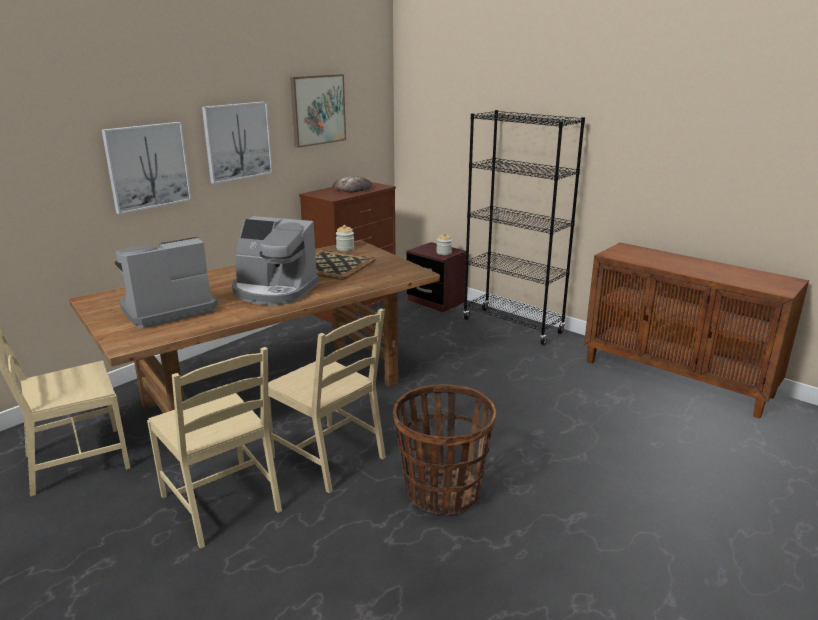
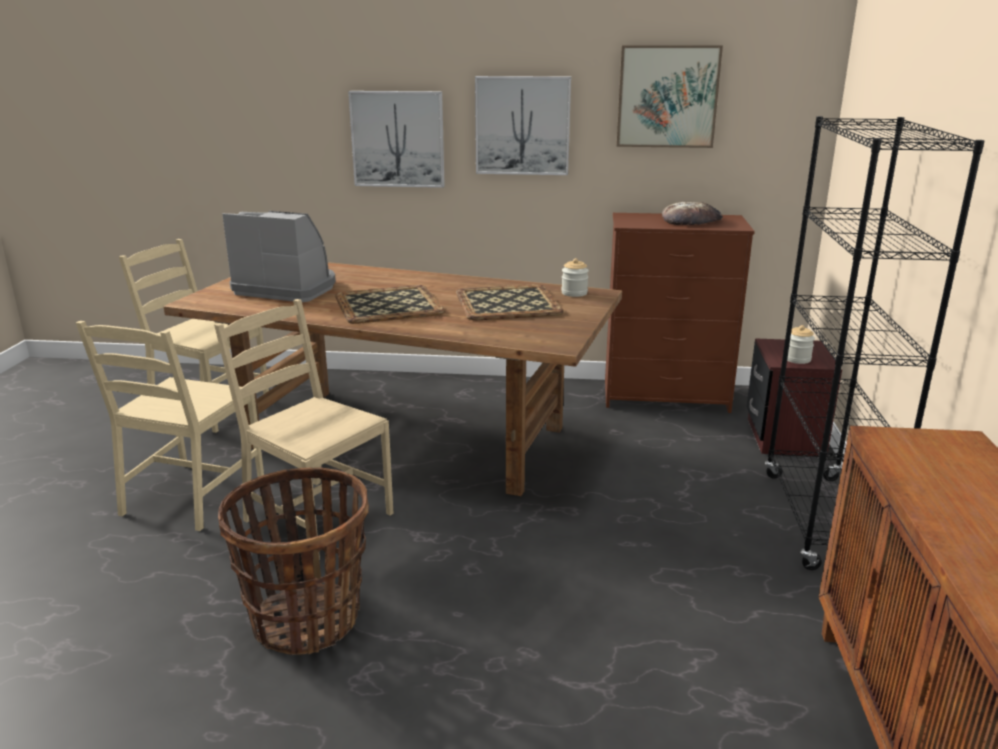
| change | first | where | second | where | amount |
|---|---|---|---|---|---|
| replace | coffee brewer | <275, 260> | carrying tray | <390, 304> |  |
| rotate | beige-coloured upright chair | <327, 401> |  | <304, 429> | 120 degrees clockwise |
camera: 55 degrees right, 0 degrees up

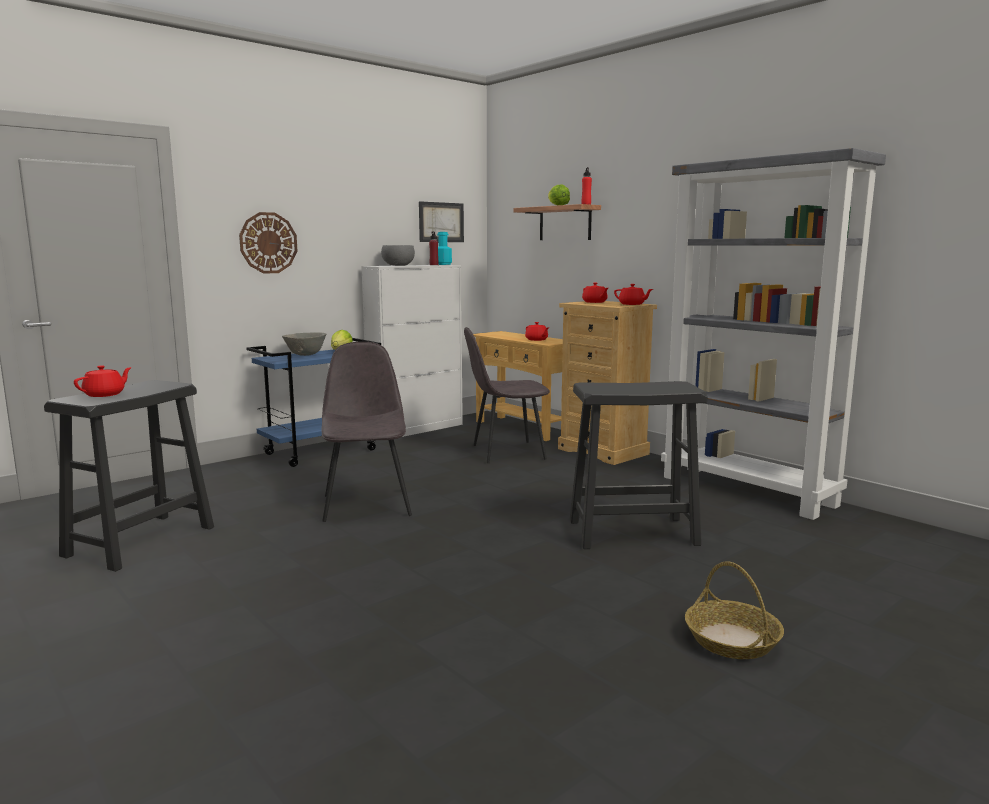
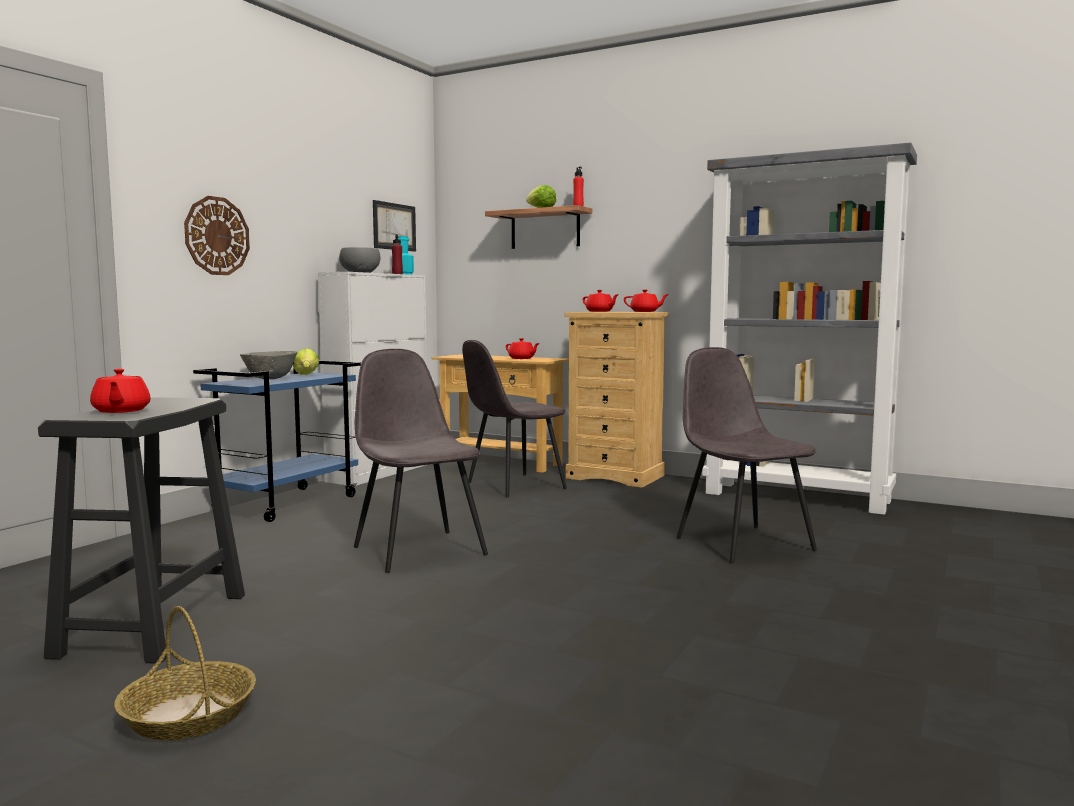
| change | first | where | second | where | amount |
|---|---|---|---|---|---|
| rotate | reddish tea pot | <103, 381> |  | <120, 391> | 150 degrees clockwise |
| replace | black-coloured stool seat | <638, 465> | greyish upright chair | <746, 455> |  |
| move | basket | <734, 610> |  | <185, 673> |  |
camera: 20 degrees left, 5 degrees down

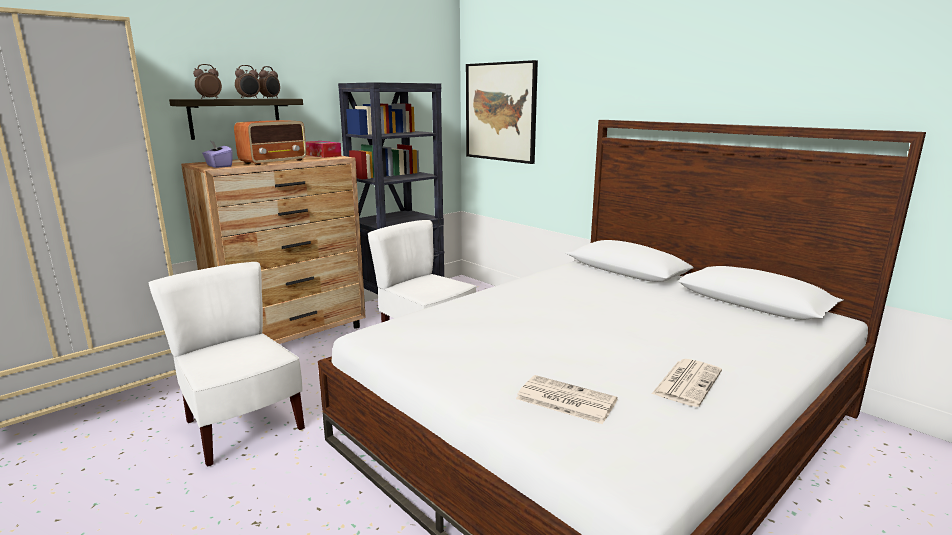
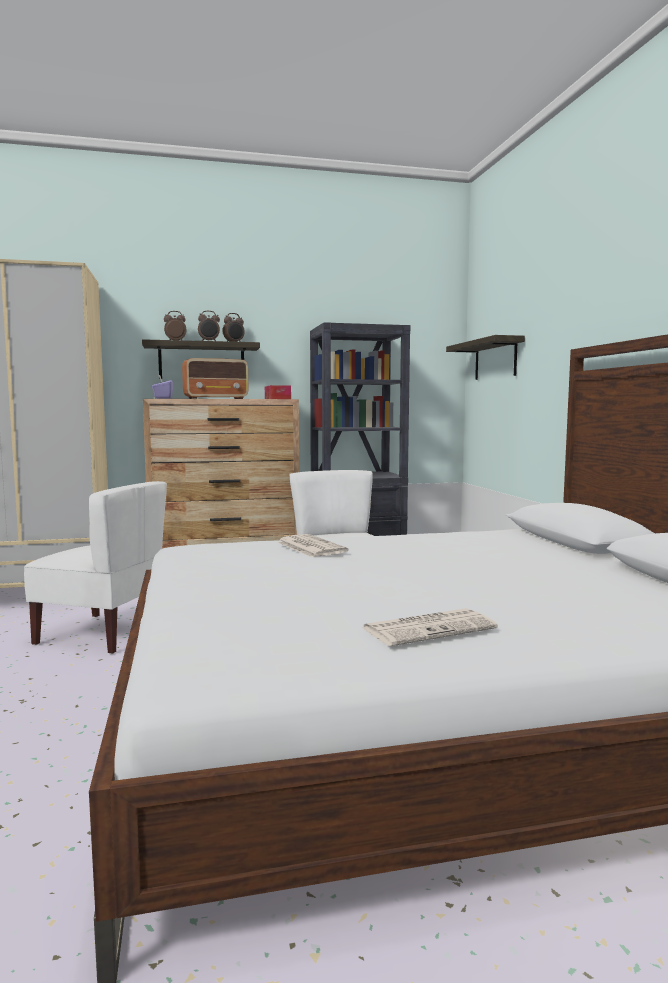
| change | first | where | second | where | amount |
|---|---|---|---|---|---|
| rotate | white-coloured upright chair | <226, 364> |  | <95, 567> | 120 degrees clockwise |
| replace | picture | <502, 112> | shelf | <485, 357> |  |
| move | newspaper | <567, 399> |  | <312, 545> |  |
camera: 30 degrees right, 10 degrees down

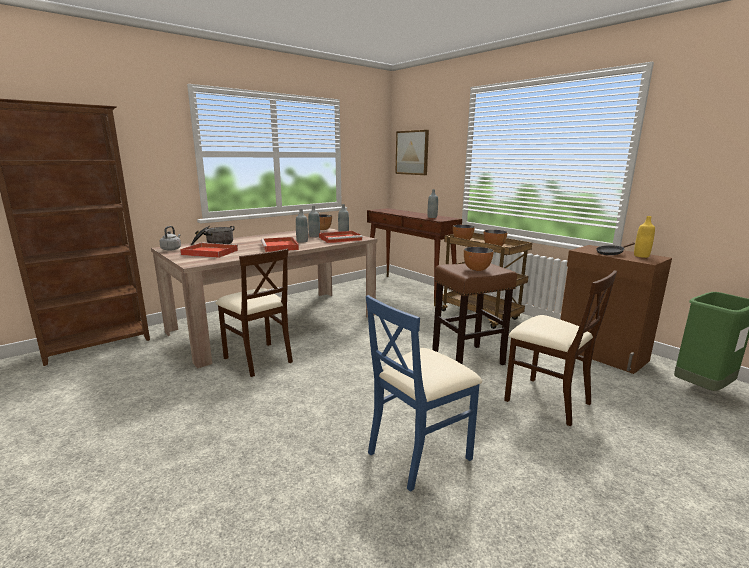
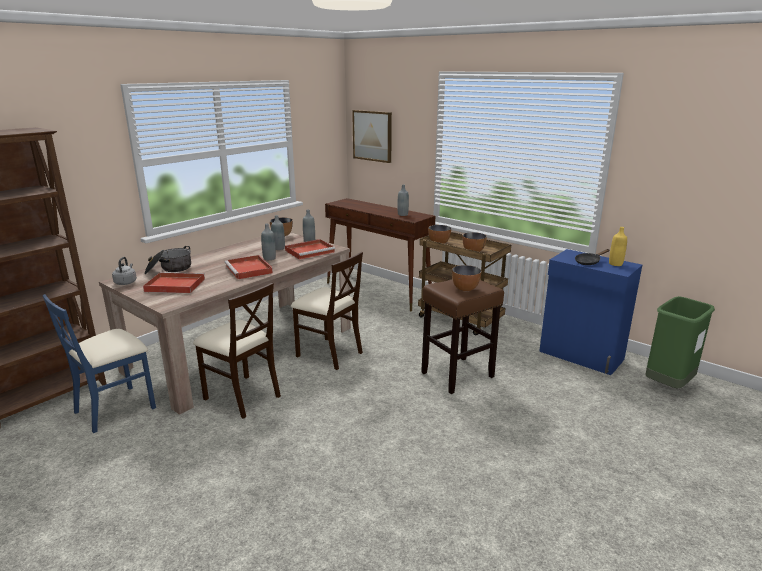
| change | first | where | second | where | amount |
|---|---|---|---|---|---|
| move | bluish upright chair | <424, 393> |  | <99, 363> |  |
| move | beige-coloured upright chair | <560, 348> |  | <327, 311> |  |
| recolor | brown-coloured cupboard | <616, 309> | bluish cupboard | <590, 312> |  |
camera: 10 degrees left, 5 degrees up

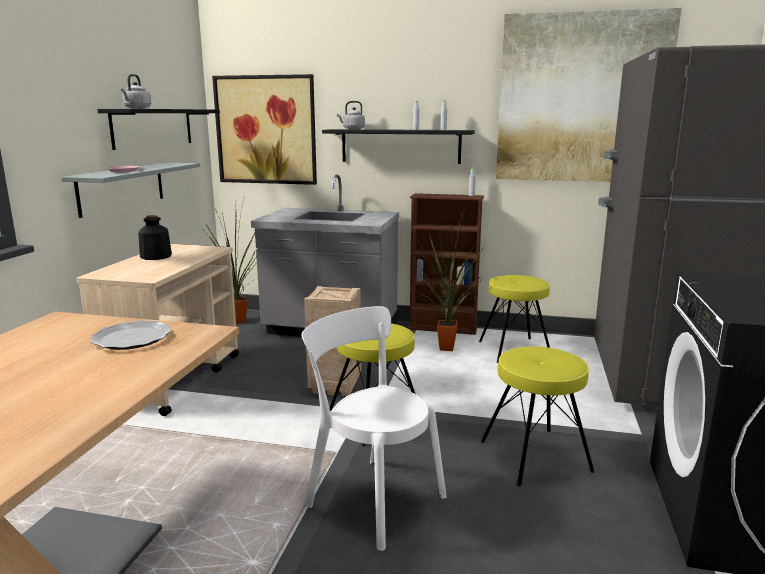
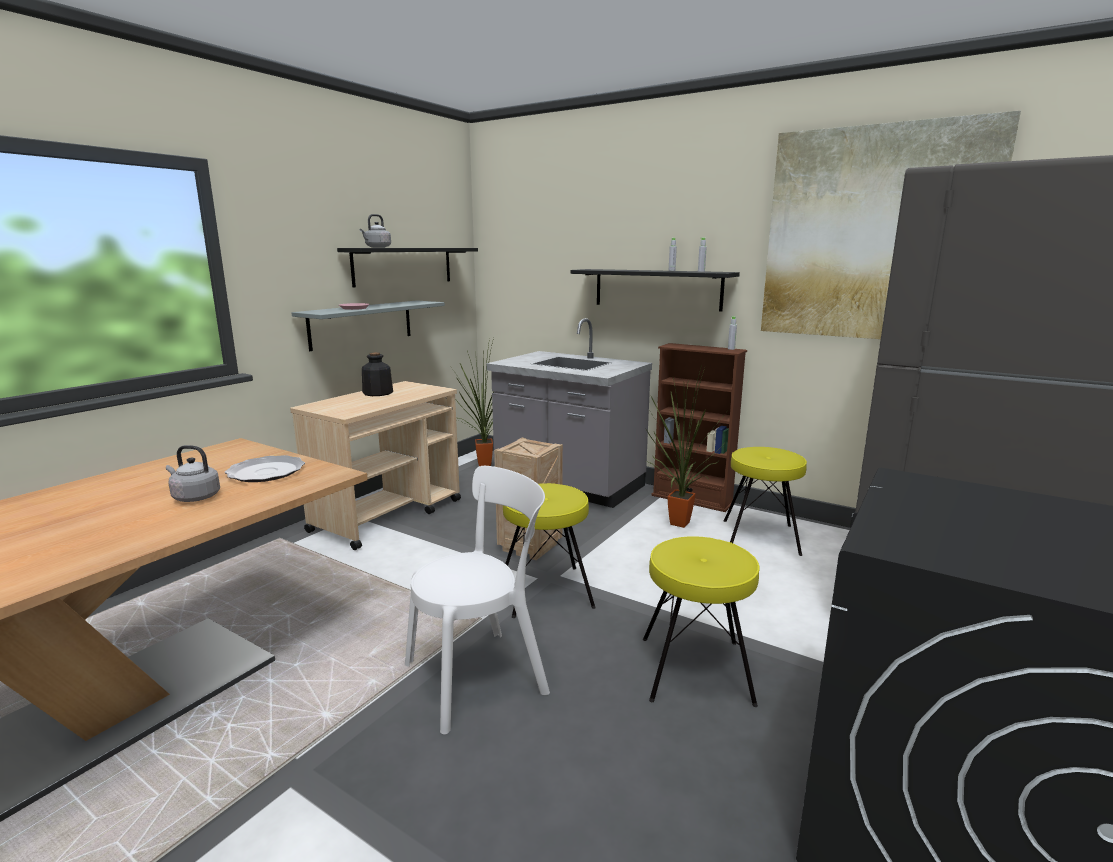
| change | first | where | second | where | amount |
|---|---|---|---|---|---|
| delete | picture | <264, 129> |  |  |  |
| rotate | white-coloured upright chair | <374, 428> |  | <477, 600> | 90 degrees clockwise |
| move | greyish tea kettle | <351, 115> |  | <193, 473> |  |
camera: 20 degrees right, 0 degrees up

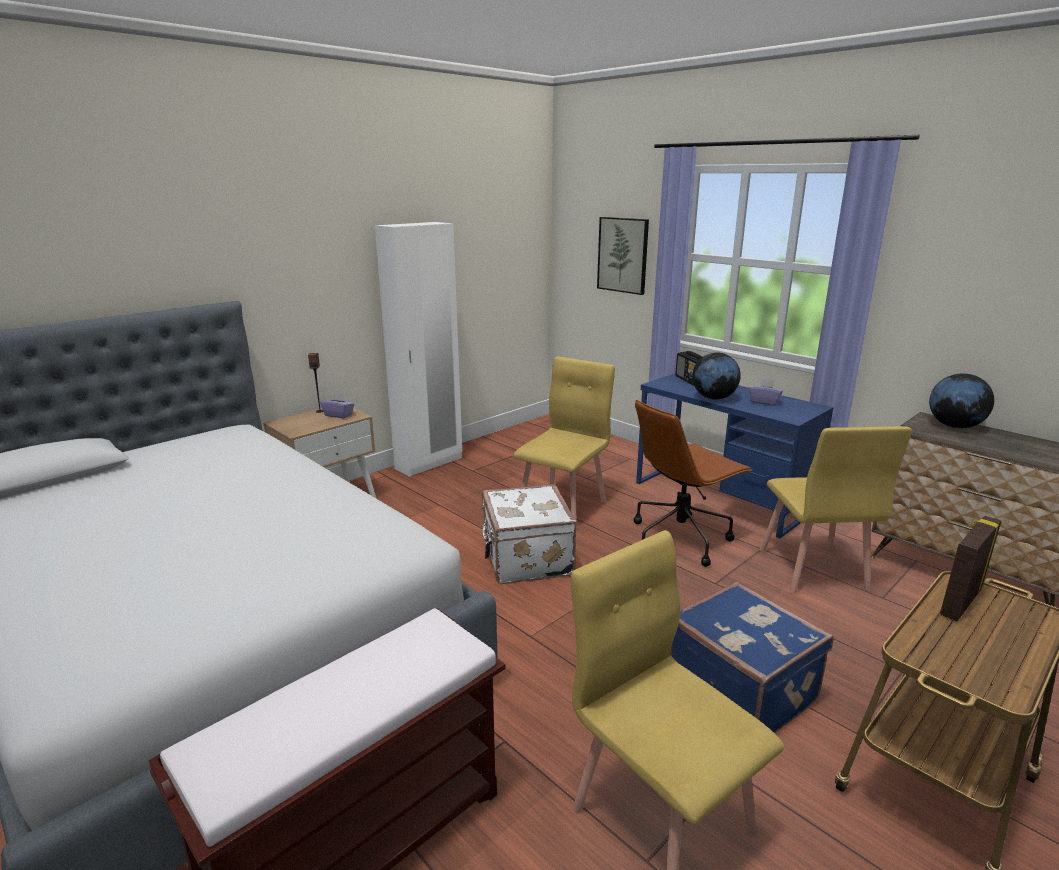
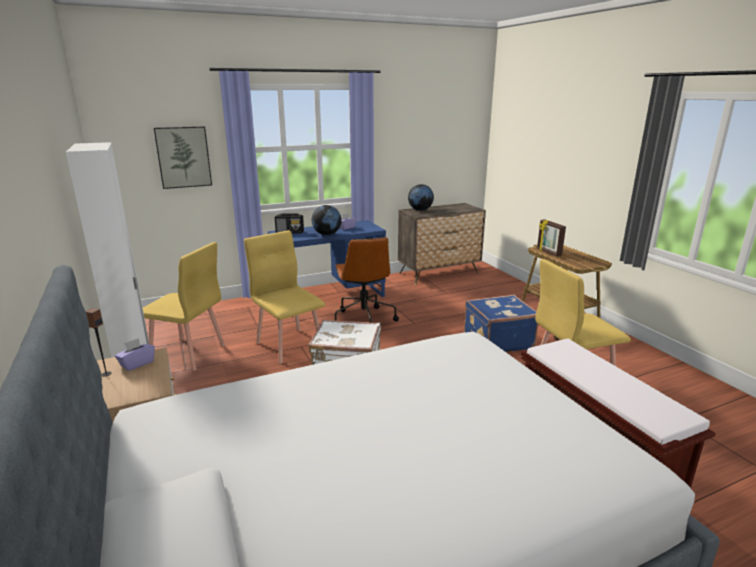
| change | first | where | second | where | amount |
|---|---|---|---|---|---|
| move | yellow upright chair | <836, 510> |  | <184, 306> |  |
camera: 70 degrees left, 0 degrees up

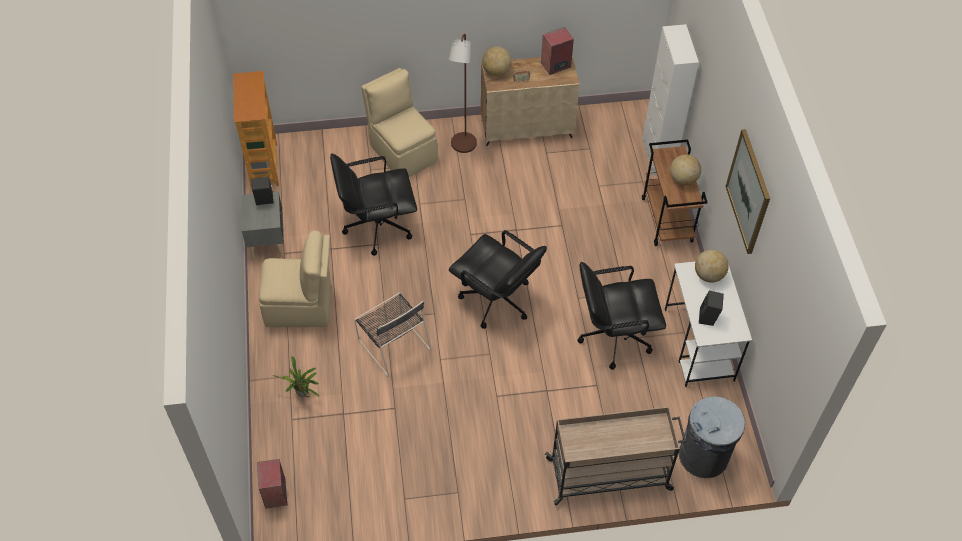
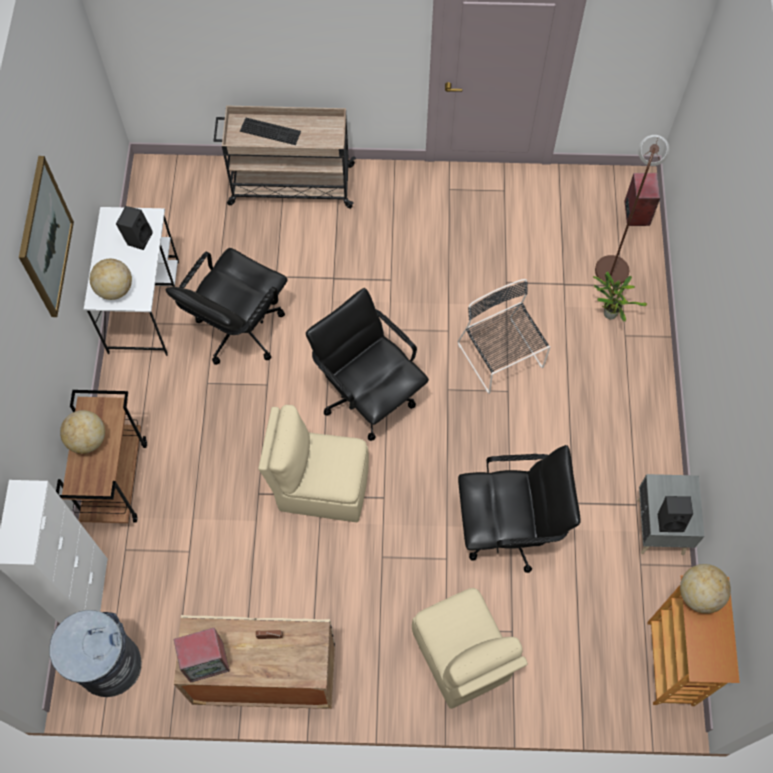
| change | first | where | second | where | amount |
|---|---|---|---|---|---|
| move | beige-coloured upright chair | <295, 279> |  | <313, 463> |  |
| move | brown-coloured standing lamp | <462, 93> |  | <632, 210> |  |
| move | globe | <496, 61> |  | <705, 588> |  |
| rotate | black-coloured office chair | <622, 316> |  | <227, 306> | 120 degrees clockwise |
| move | greyish rubbish bin | <712, 437> |  | <95, 653> |  |
| insert |  |  | keyboard | <270, 131> |  |
camera: 170 degrees left, 10 degrees up

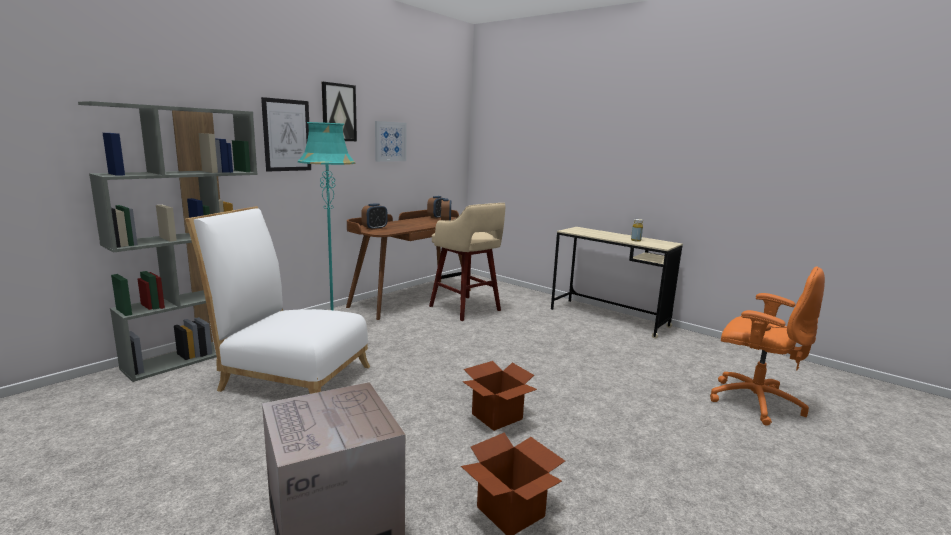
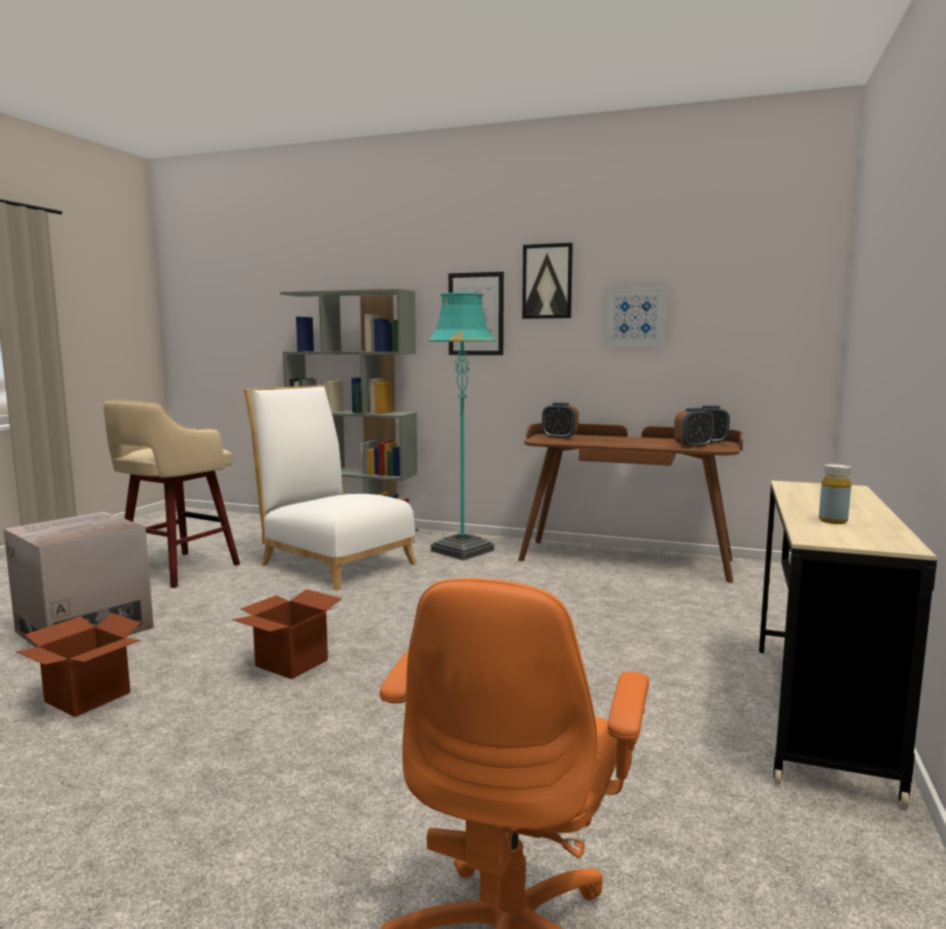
| change | first | where | second | where | amount |
|---|---|---|---|---|---|
| rotate | white-coloured upright chair | <277, 300> |  | <330, 488> | 45 degrees counterclockwise |
| move | beige-coloured stool seat | <467, 262> |  | <172, 494> |  |
camera: 70 degrees right, 5 degrees down

